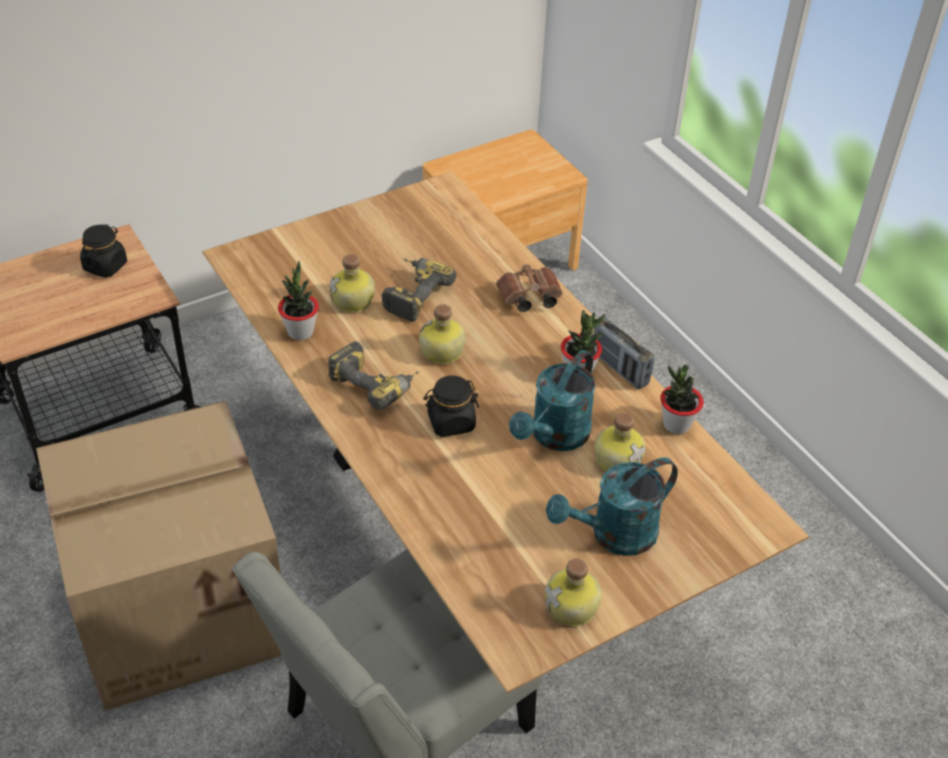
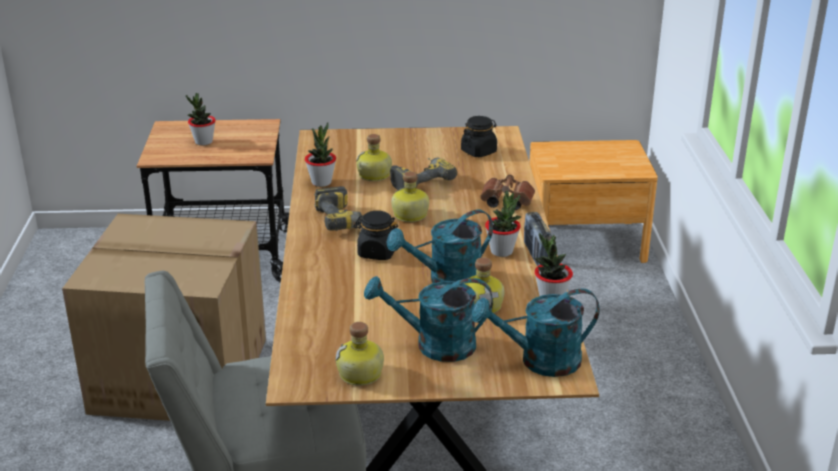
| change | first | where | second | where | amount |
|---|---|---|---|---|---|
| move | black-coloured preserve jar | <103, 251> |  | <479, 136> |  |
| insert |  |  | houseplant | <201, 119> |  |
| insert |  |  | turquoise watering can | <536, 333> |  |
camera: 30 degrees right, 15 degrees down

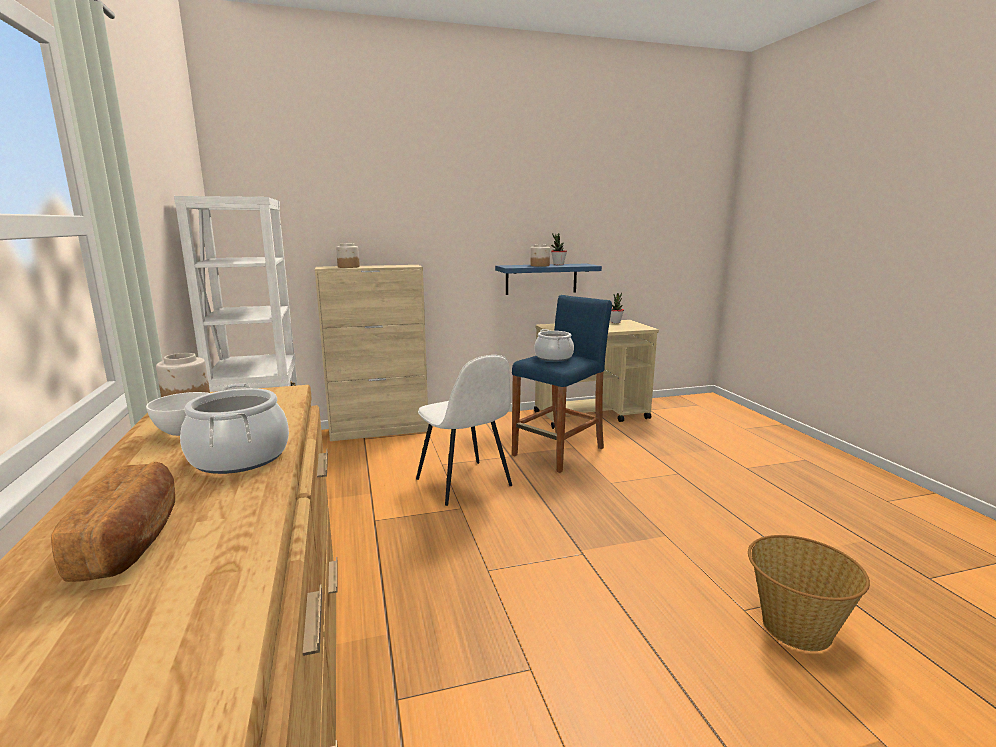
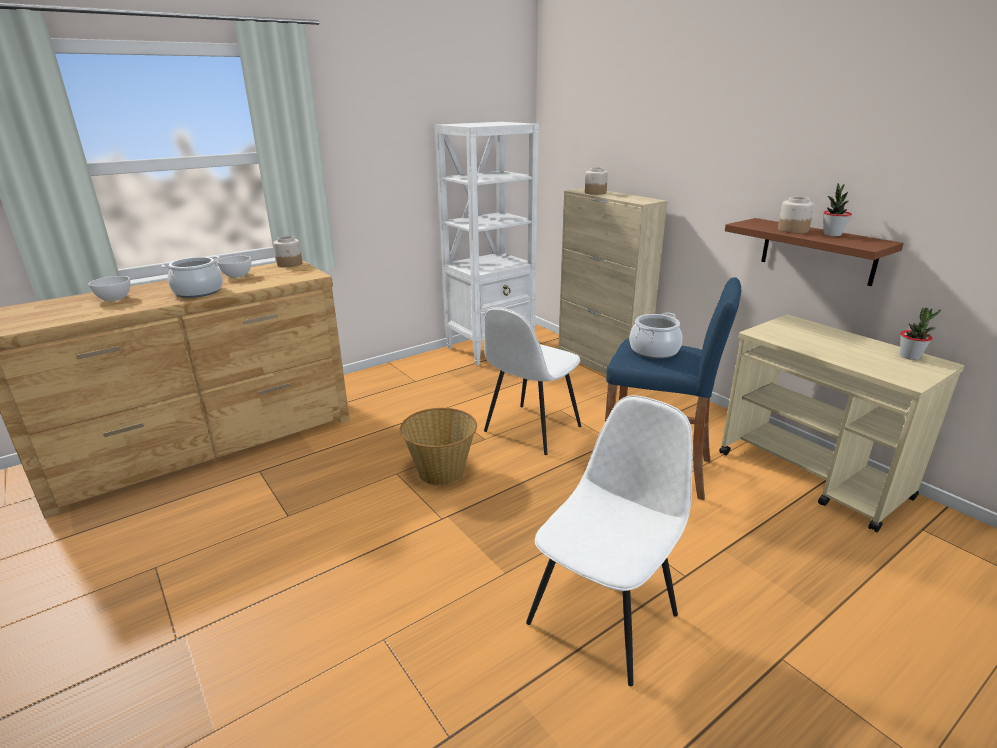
| change | first | where | second | where | amount |
|---|---|---|---|---|---|
| replace | baked bread | <113, 522> | white-coloured serving bowl | <109, 288> |  |
| recolor | bluish shelf | <548, 279> | brown-coloured shelf | <814, 252> |  |
| move | basket | <809, 593> |  | <438, 447> |  |
| insert |  |  | white-coloured upright chair | <609, 540> |  |
camera: 70 degrees right, 10 degrees up

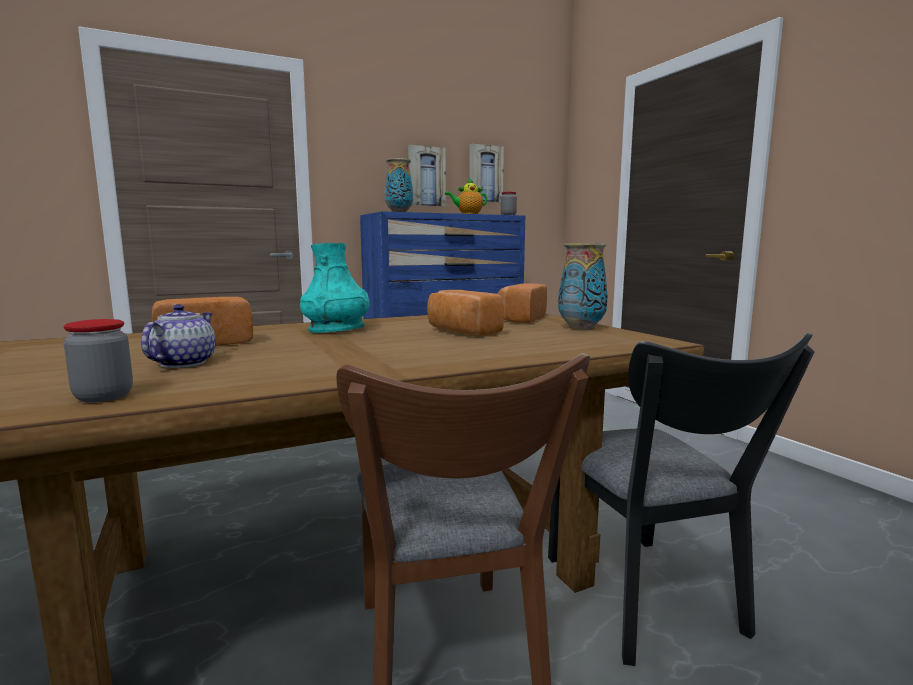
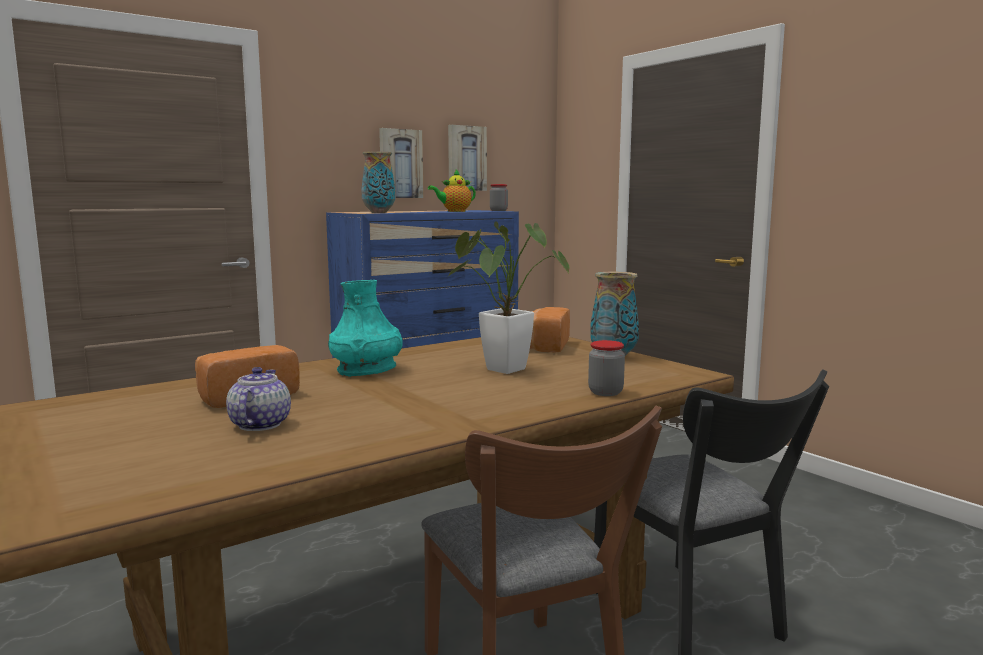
| change | first | where | second | where | amount |
|---|---|---|---|---|---|
| move | preserve jar | <98, 361> |  | <606, 368> |  |
| replace | baked bread | <465, 313> | houseplant | <507, 297> |  |
camera: 10 degrees left, 0 degrees up

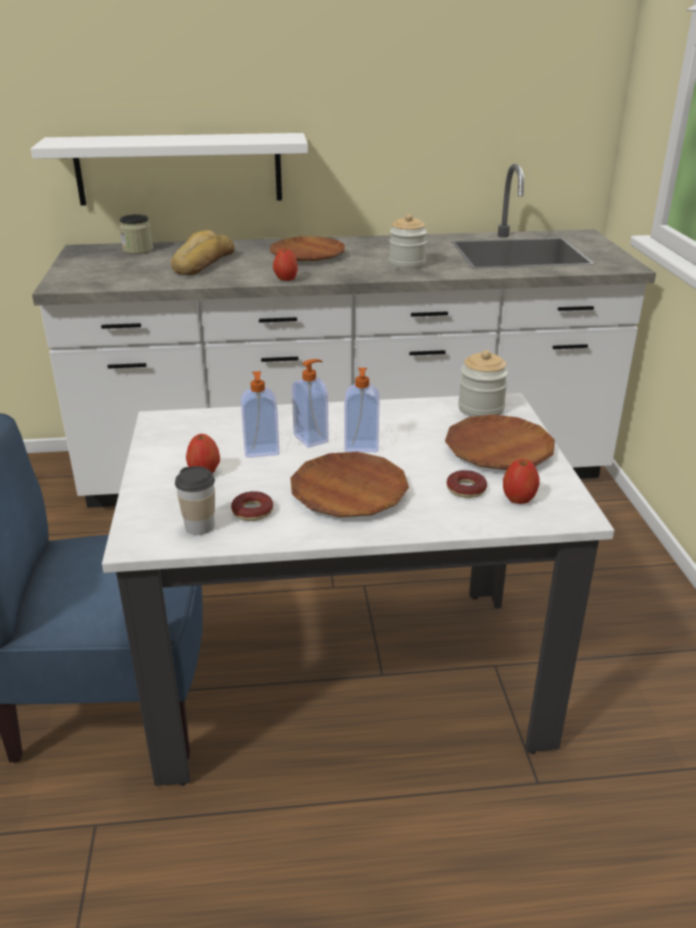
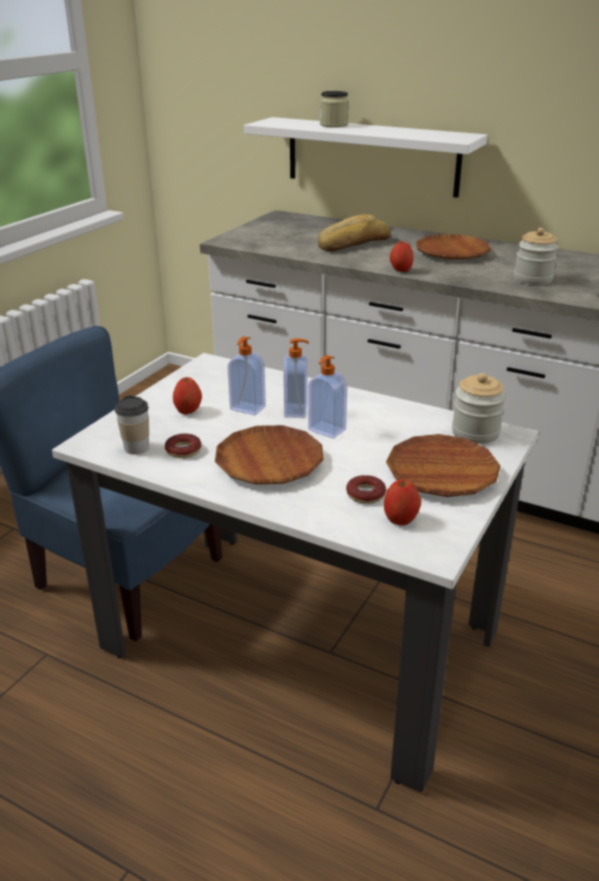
| change | first | where | second | where | amount |
|---|---|---|---|---|---|
| move | preserve jar | <136, 234> |  | <334, 109> |  |
camera: 35 degrees right, 0 degrees up

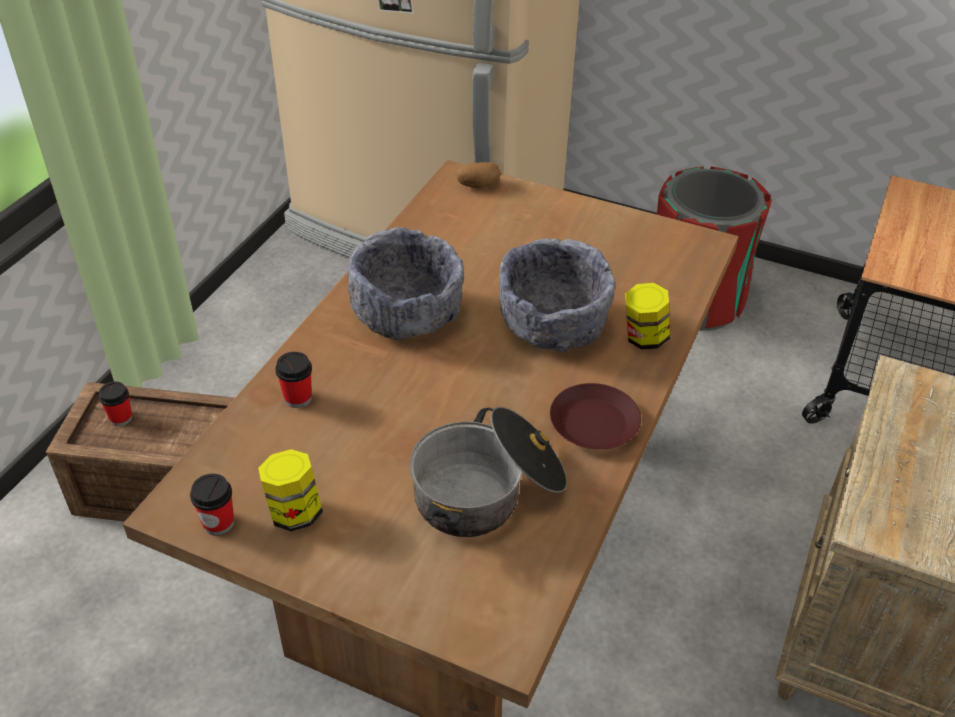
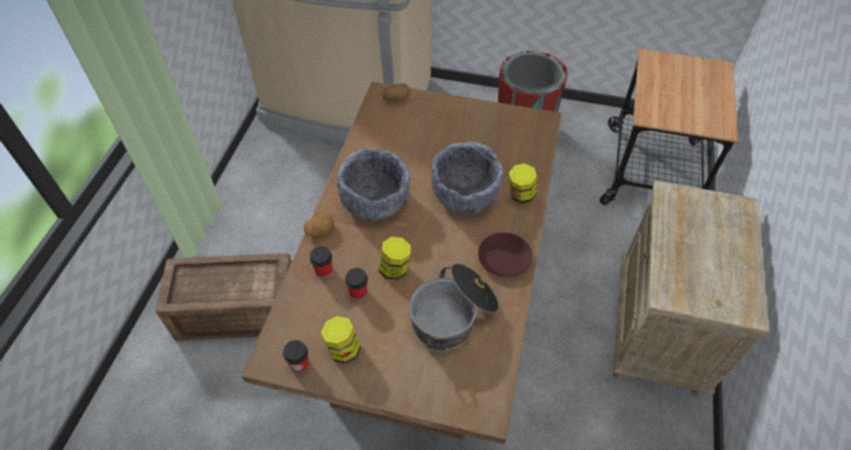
| change | first | where | second | where | amount |
|---|---|---|---|---|---|
| move | drinking cup | <115, 403> |  | <356, 284> |  |
| insert |  |  | whole potato | <319, 225> |  |
| insert |  |  | preserve jar | <395, 258> |  |
camera: 10 degrees left, 10 degrees up

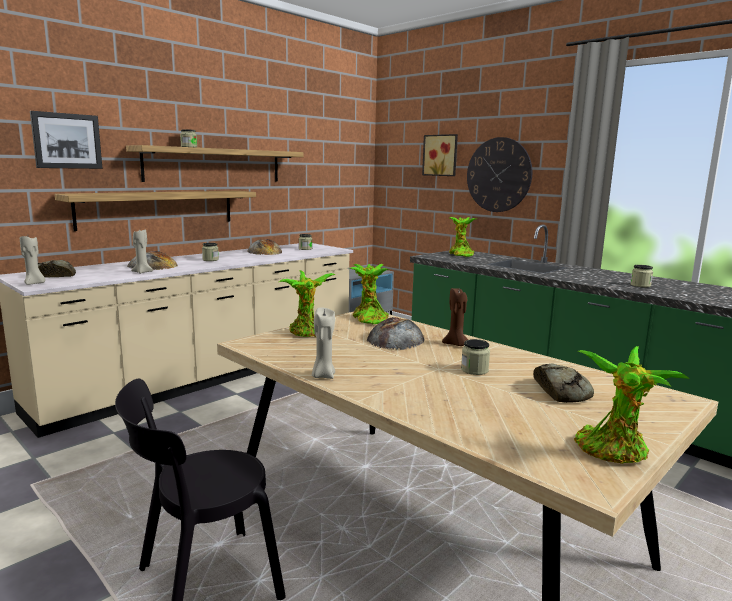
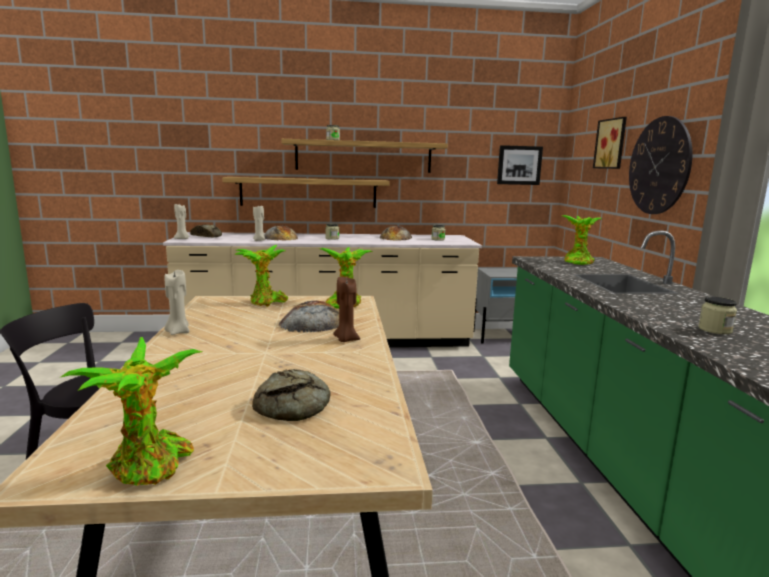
| change | first | where | second | where | amount |
|---|---|---|---|---|---|
| move | picture | <66, 140> |  | <520, 165> |  |
| delete | preserve jar | <475, 357> |  |  |  |
camera: 40 degrees right, 0 degrees up

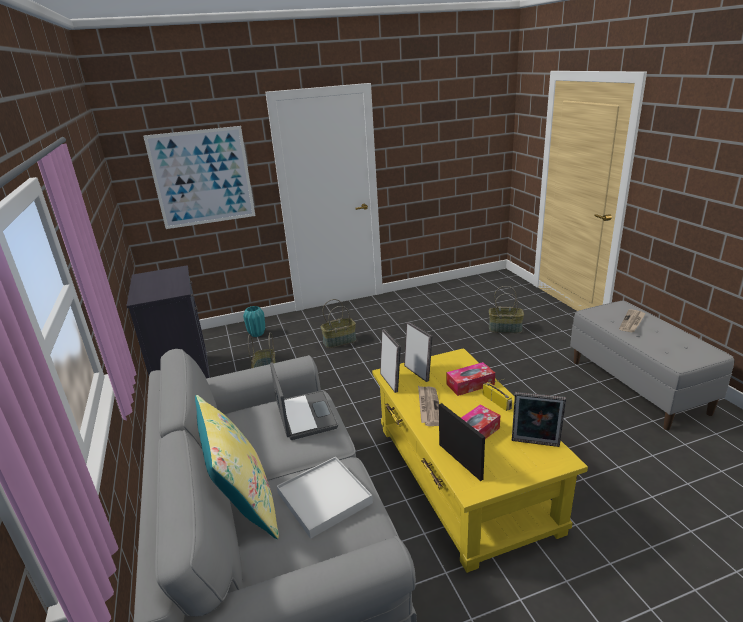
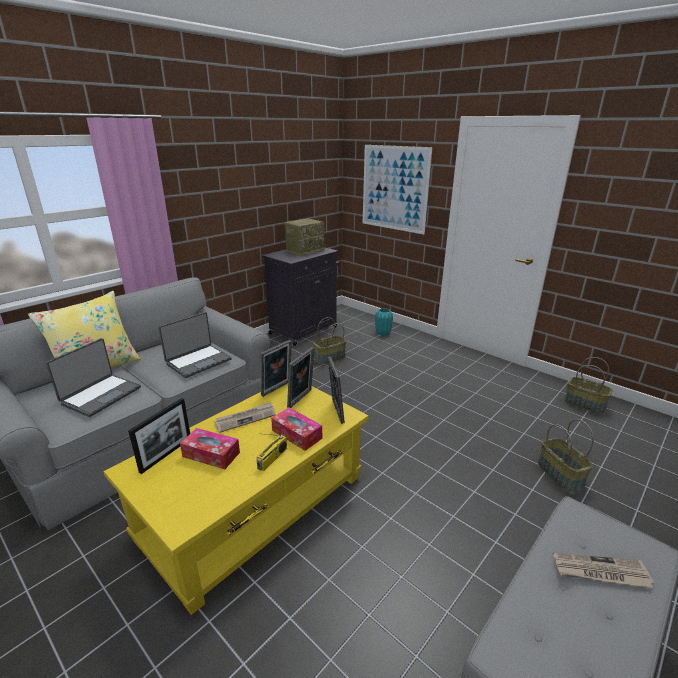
| change | first | where | second | where | amount |
|---|---|---|---|---|---|
| replace | white-coloured carrying tray | <325, 498> | portable computer | <93, 377> |  |
| move | basket | <338, 323> |  | <588, 385> |  |
| move | standing frame | <539, 419> |  | <336, 390> |  |
| insert |  |  | radio receiver | <305, 237> |  |
camera: 60 degrees right, 0 degrees up

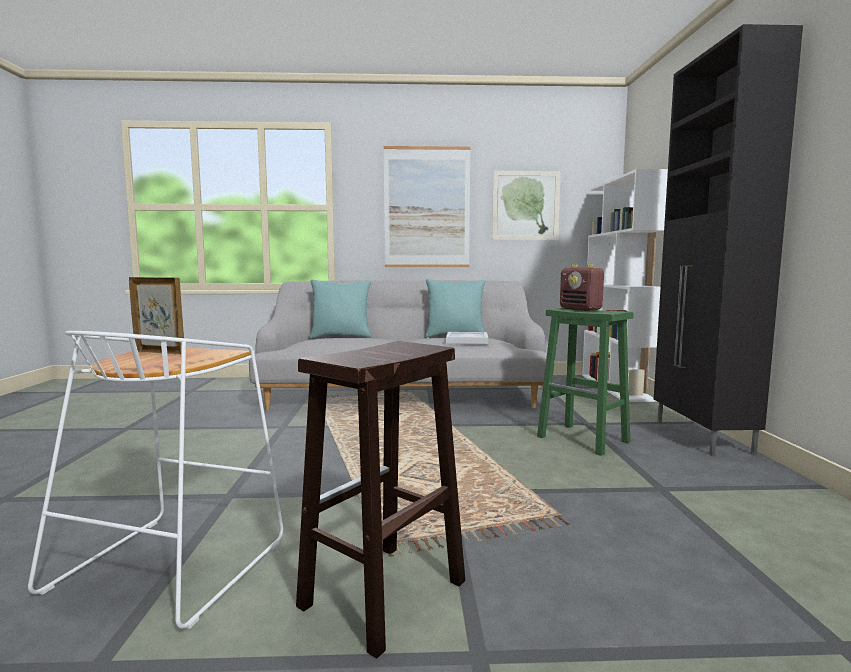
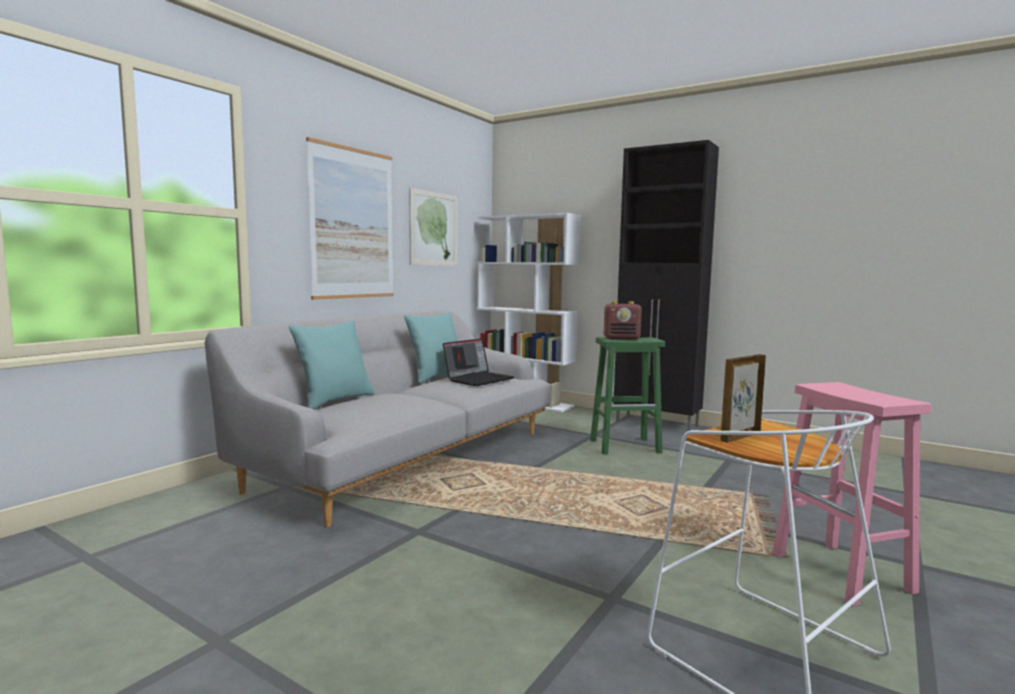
| change | first | where | second | where | amount |
|---|---|---|---|---|---|
| recolor | brown-coloured stool seat | <380, 500> | pinkish stool seat | <852, 494> |  |
| replace | white-coloured carrying tray | <467, 338> | portable computer | <478, 362> |  |
camera: 55 degrees left, 0 degrees up

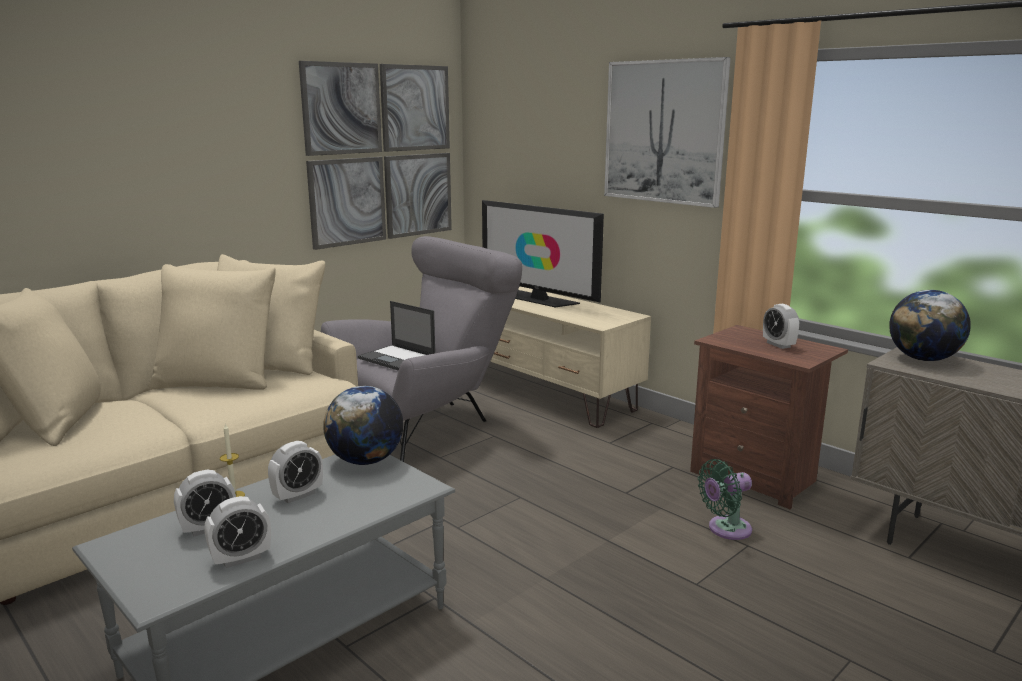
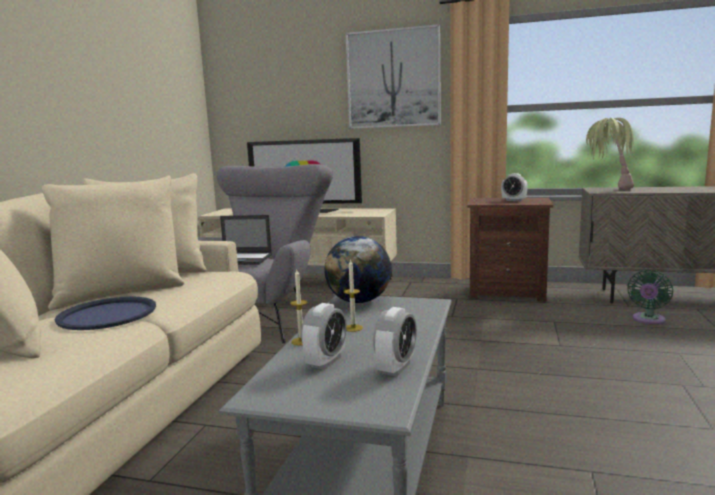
| change | first | where | second | where | amount |
|---|---|---|---|---|---|
| replace | alarm clock | <295, 472> | candle | <353, 295> |  |
| delete | picture | <375, 155> |  |  |  |
| move | green cooling fan | <725, 499> |  | <650, 297> |  |
| replace | globe | <930, 325> | houseplant | <610, 154> |  |
| insert |  |  | bluish carrying tray | <105, 313> |  |
camera: 30 degrees left, 5 degrees down

